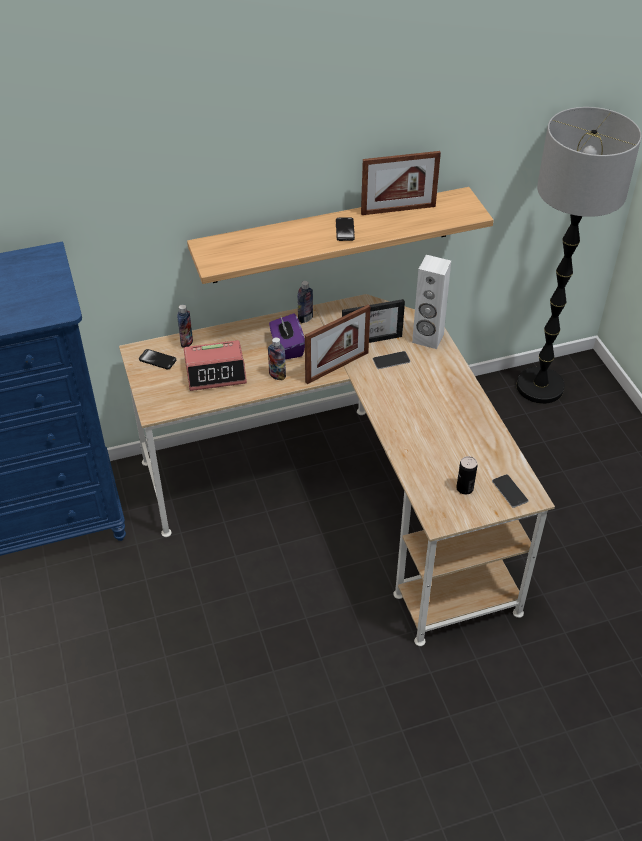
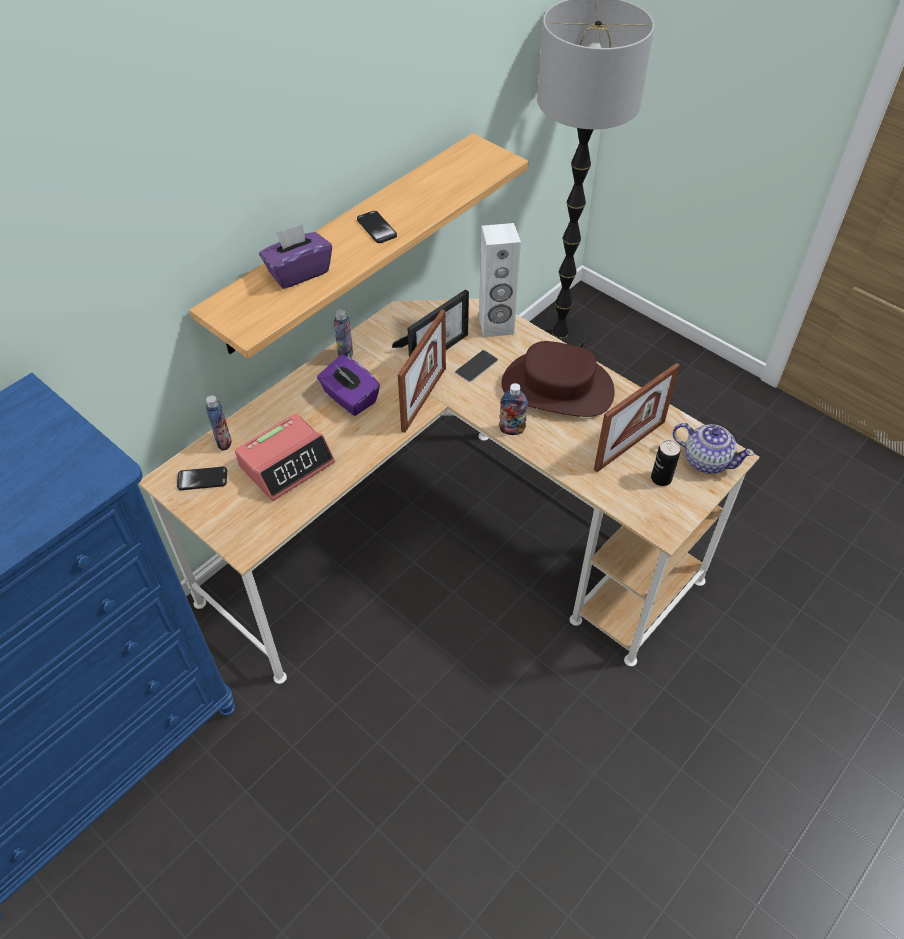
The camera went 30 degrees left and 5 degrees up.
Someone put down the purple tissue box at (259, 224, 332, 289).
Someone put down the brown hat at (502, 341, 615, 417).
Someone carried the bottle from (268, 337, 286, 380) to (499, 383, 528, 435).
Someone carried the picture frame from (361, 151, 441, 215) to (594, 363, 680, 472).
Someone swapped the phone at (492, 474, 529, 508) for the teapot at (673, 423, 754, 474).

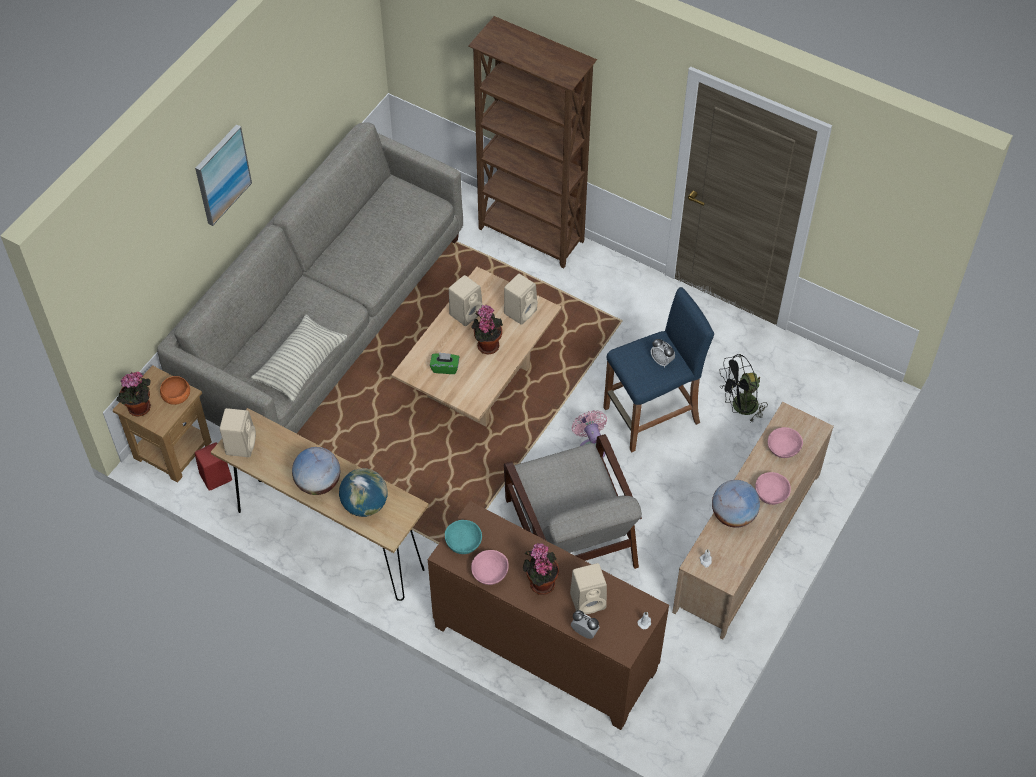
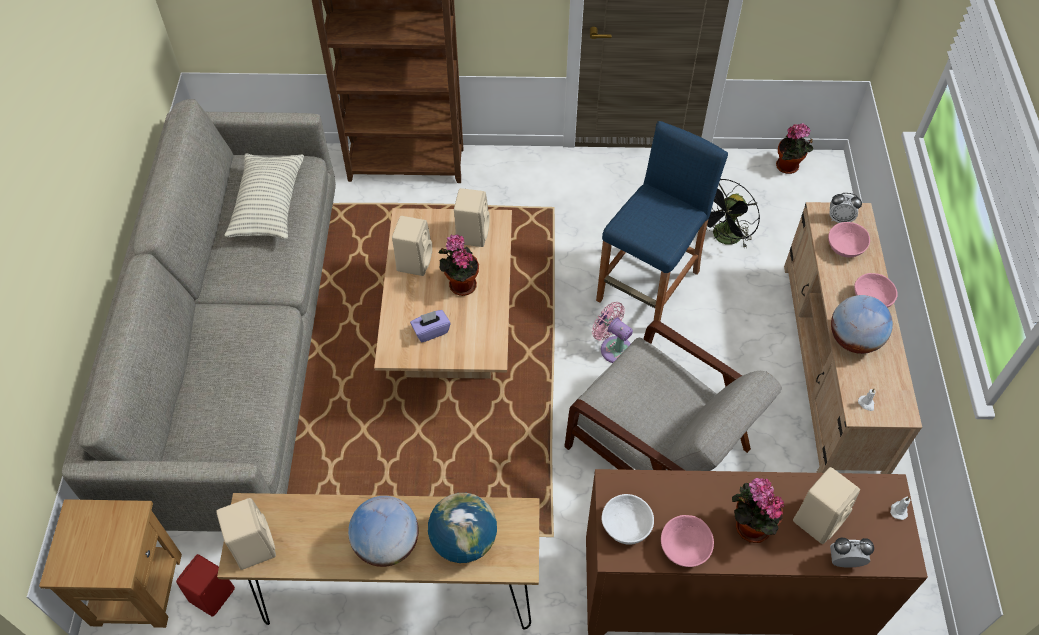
The camera went 30 degrees left and 0 degrees up.
Someone took away the orange bowl at (160, 376, 190, 405).
Someone took away the picture at (195, 124, 252, 226).
Someone carried the potted plant from (116, 372, 151, 417) to (776, 123, 813, 174).
Someone carried the pillow from (251, 315, 347, 402) to (224, 154, 304, 240).
Someone carried the alarm clock from (651, 339, 675, 367) to (829, 193, 862, 223).
Someone repainted the green tissue box at (430, 352, 459, 374), which became the purple tissue box at (410, 310, 451, 342).
Someone repainted the turquoise bowl at (445, 520, 482, 554), which became the white bowl at (601, 494, 654, 545).

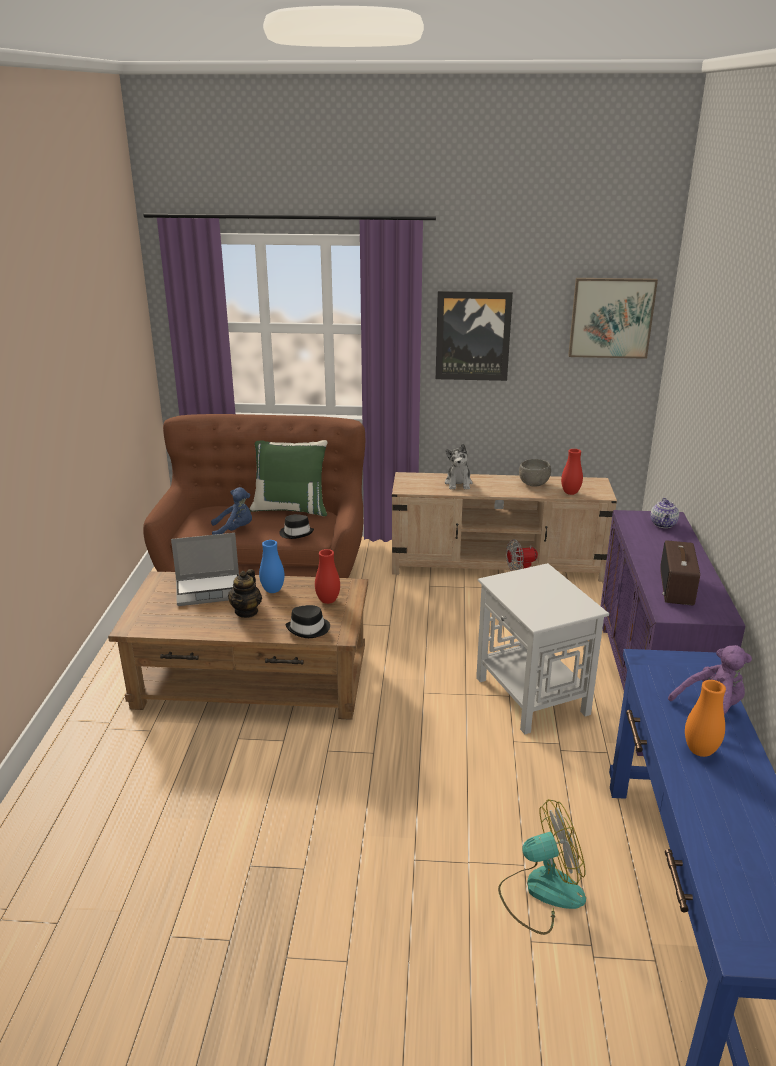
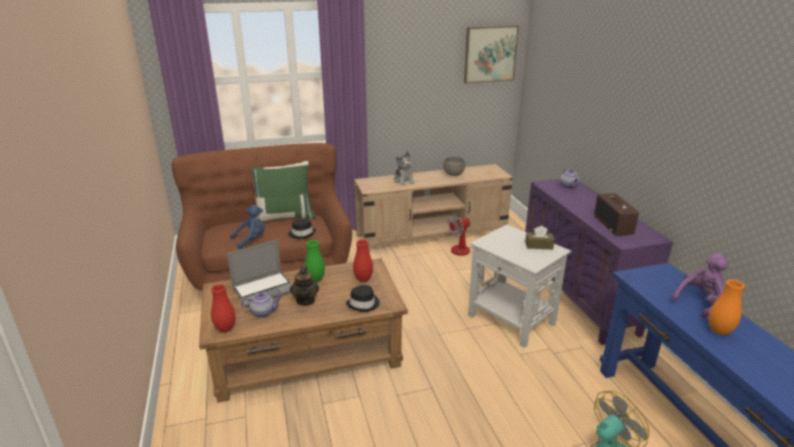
The camera went 20 degrees left and 0 degrees up.
Someone took away the picture at (436, 291, 513, 381).
Someone put down the teapot at (241, 292, 281, 318).
Someone put down the brown tissue box at (525, 226, 555, 249).
Someone carried the red vase from (561, 449, 583, 495) to (211, 284, 236, 332).
Someone repainted the blue vase at (259, 540, 284, 593), which became the green vase at (305, 240, 325, 282).

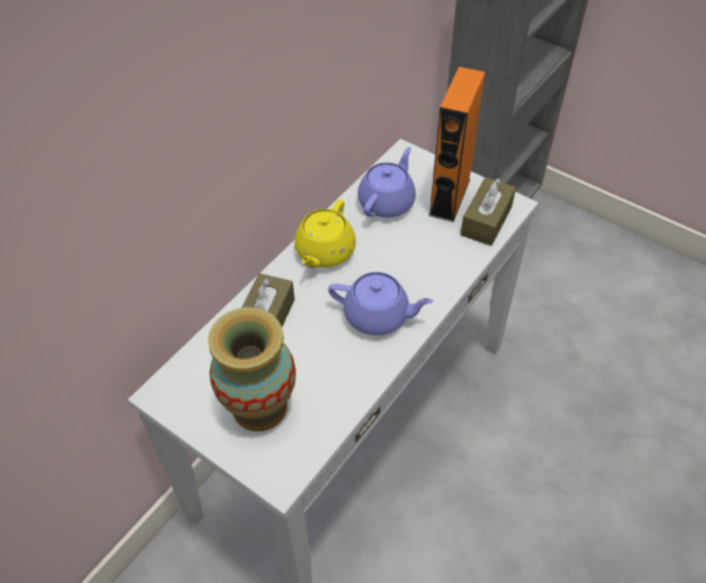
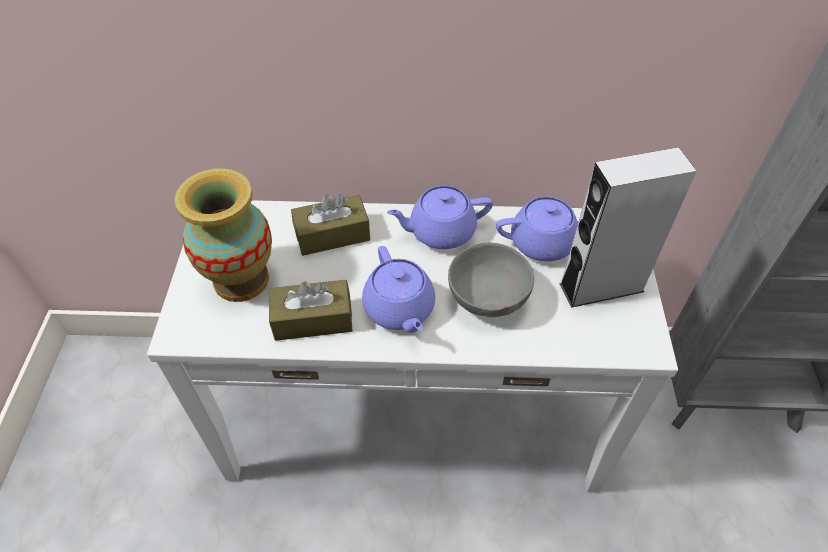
The camera went 55 degrees right and 0 degrees up.
Someone put down the grey bowl at (448, 243, 534, 317).
Someone carried the brown tissue box from (461, 177, 516, 246) to (269, 280, 353, 341).
Someone repainted the yellow teapot at (295, 200, 356, 268), which became the purple teapot at (387, 186, 493, 249).
Someone repainted the orange speaker at (429, 67, 485, 222), which became the grey speaker at (559, 147, 697, 308).

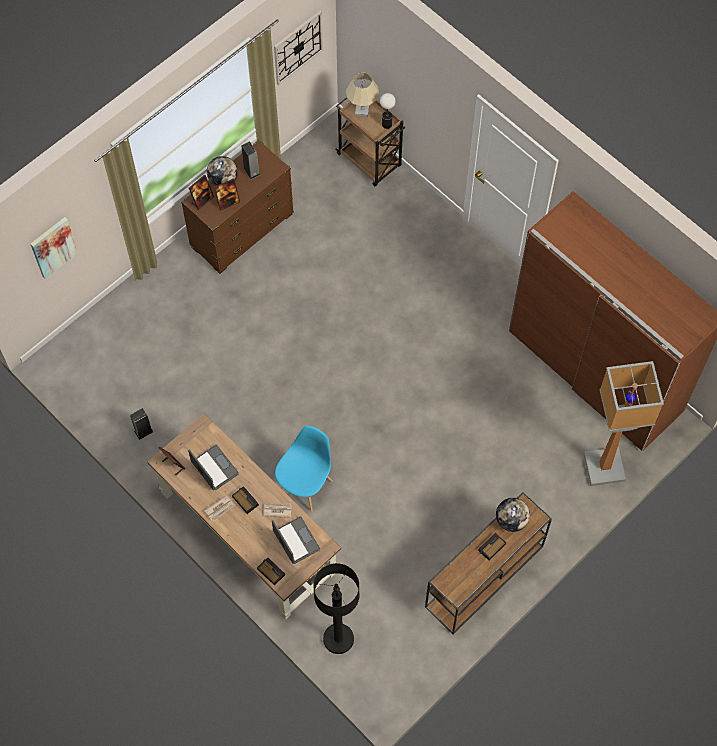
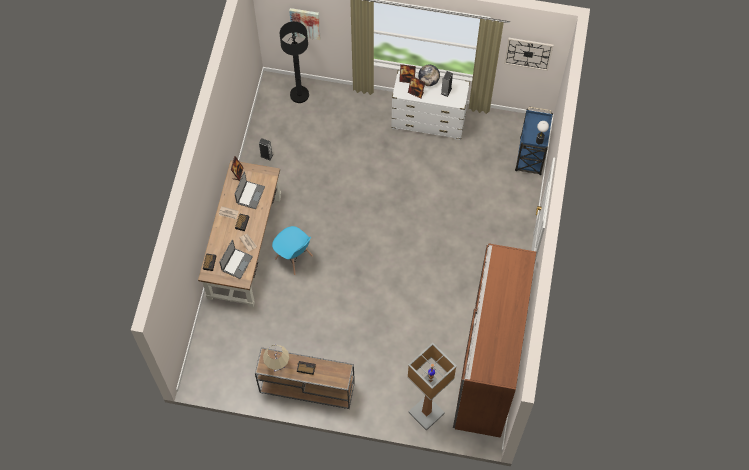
The camera went 55 degrees right and 0 degrees up.
Someone took away the globe at (496, 498, 530, 532).
Someone carried the black floor lamp from (313, 563, 359, 654) to (280, 21, 309, 103).
Someone carried the beige table lamp from (346, 73, 379, 116) to (263, 345, 289, 372).
Someone repainted the brown dresser at (181, 140, 294, 274), which became the white dresser at (391, 70, 470, 140).
Someone repainted the brown cart at (335, 97, 405, 186), which became the blue cart at (515, 107, 553, 175).
Someone rotated the blue chair at (275, 426, 333, 512) by 45 degrees clockwise.

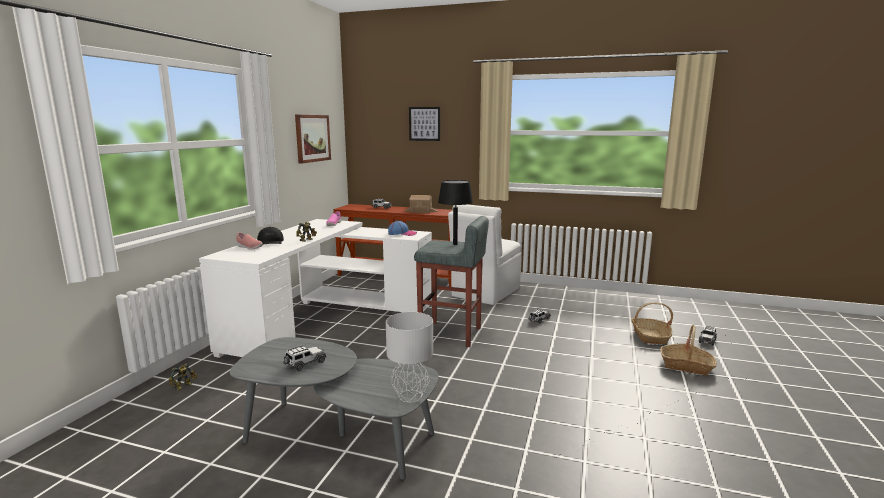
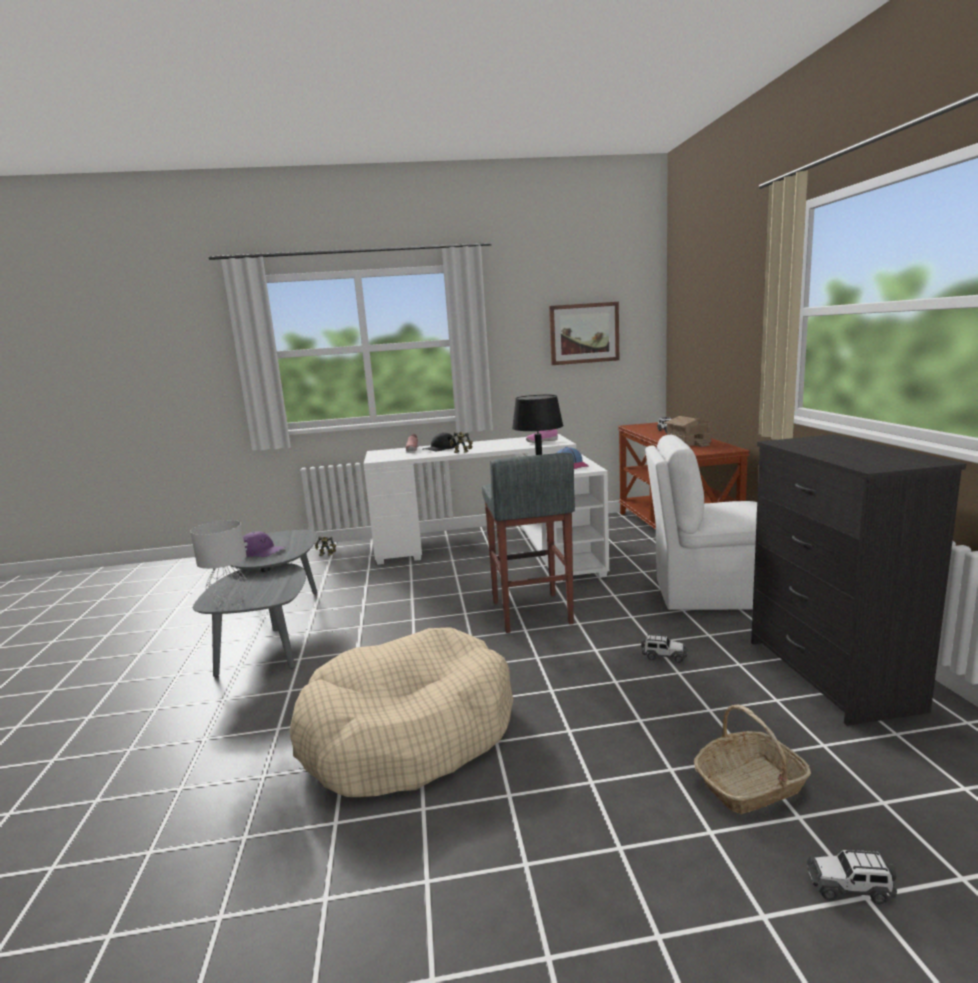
The camera went 65 degrees right and 0 degrees up.
Someone took away the picture at (409, 107, 440, 141).
Someone took away the basket at (660, 325, 717, 375).
Someone put down the beige dog bed at (290, 627, 513, 797).
Someone put down the black dresser at (751, 434, 966, 726).
Someone swapped the toy car at (283, 343, 326, 371) for the purple cap at (243, 531, 285, 557).

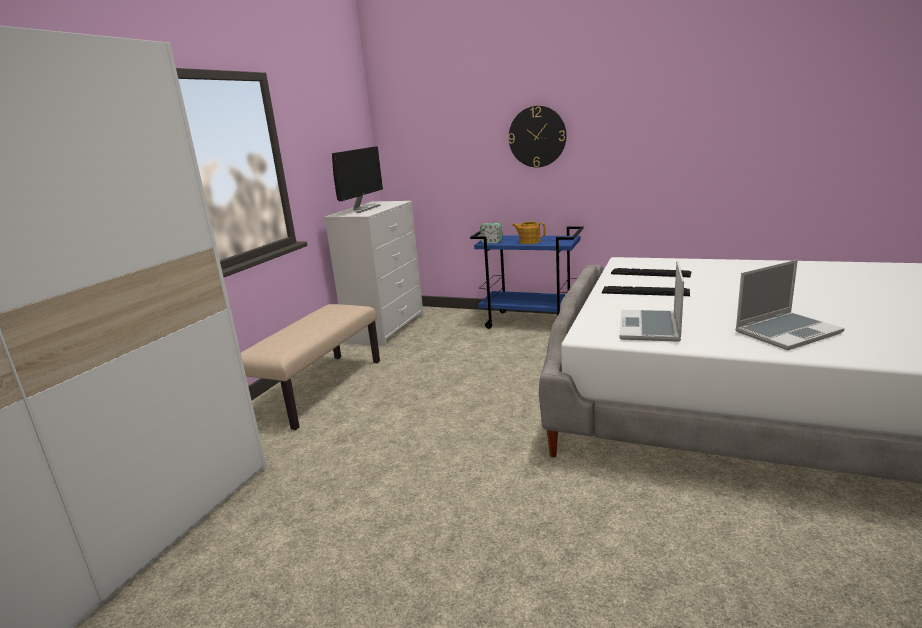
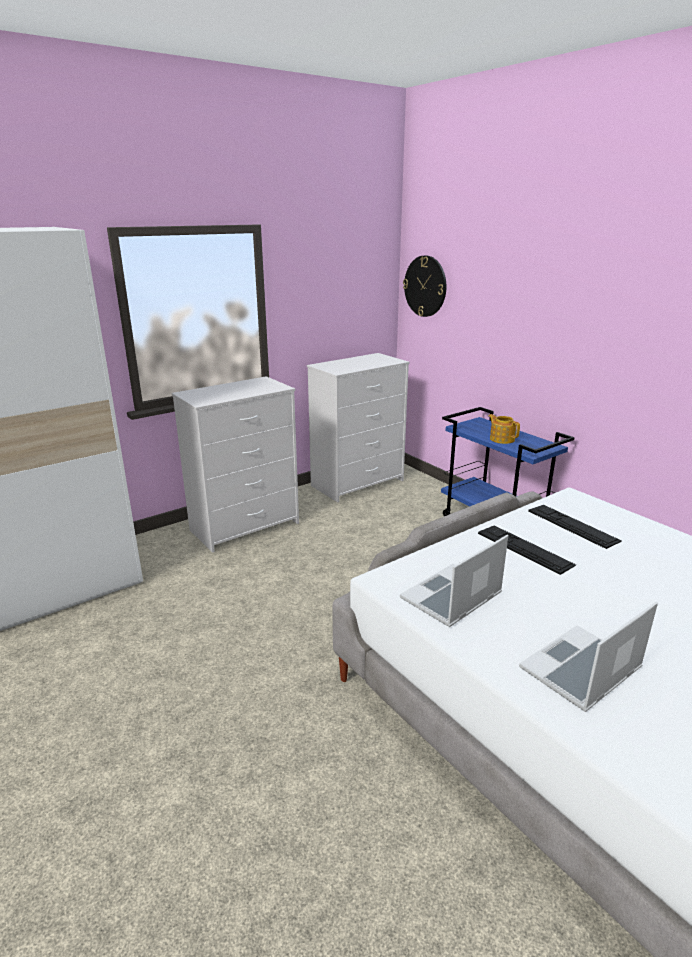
The camera went 30 degrees right and 5 degrees up.
Someone took away the monitor at (332, 146, 383, 213).
Someone took away the alarm clock at (480, 223, 502, 243).
Someone carried the wall clock from (508, 106, 567, 167) to (403, 255, 446, 317).
Someone swapped the beige bench at (241, 304, 380, 430) for the white dresser at (171, 376, 299, 553).
Someone rotated the laptop at (735, 260, 845, 350) by 135 degrees clockwise.

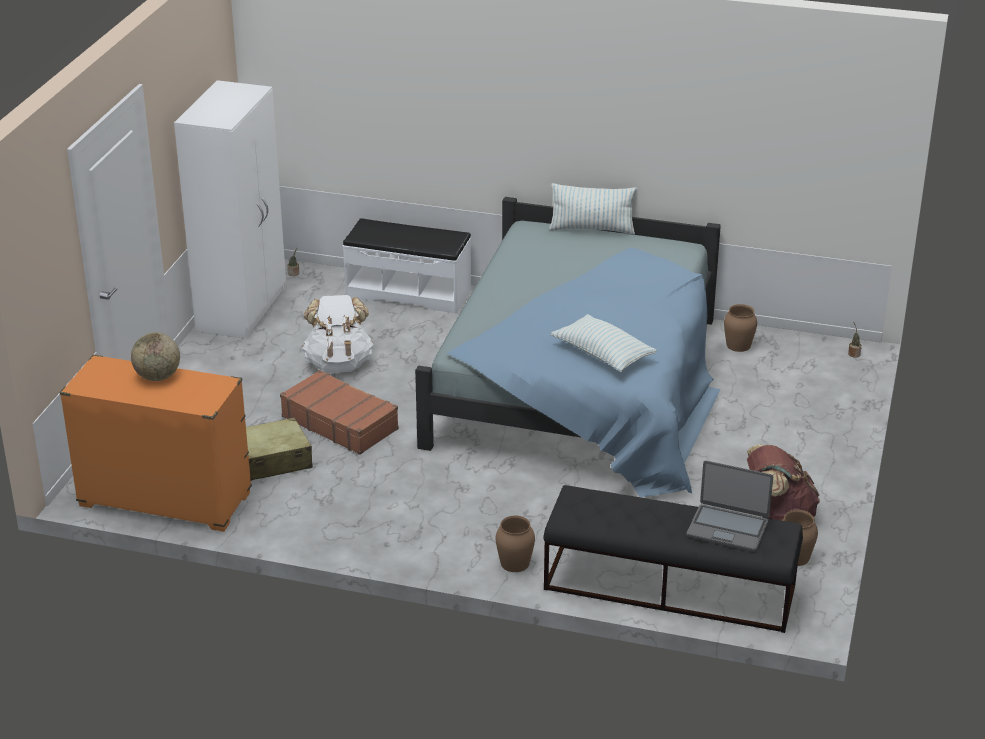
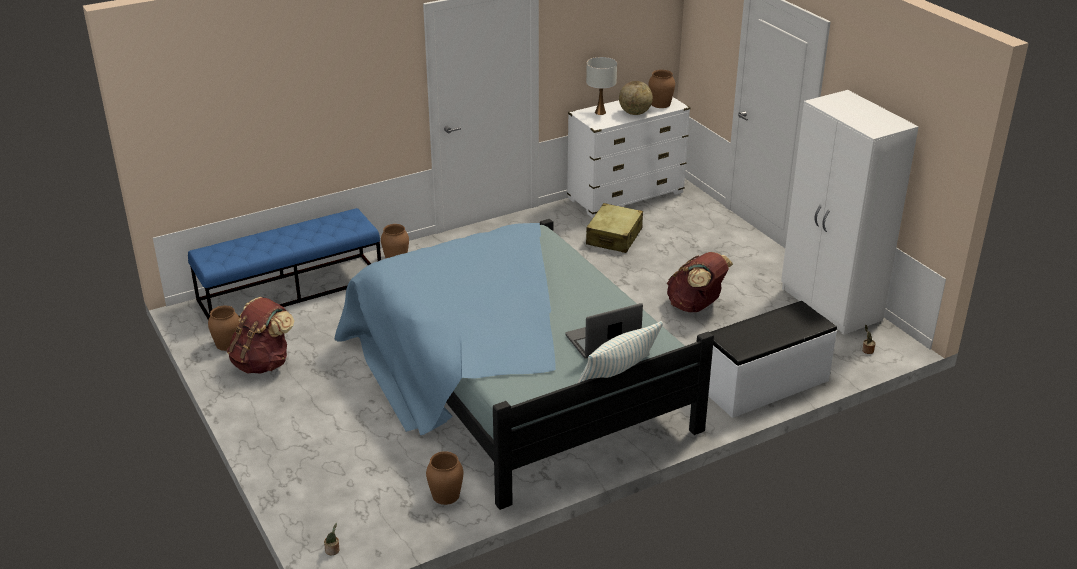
The camera went 135 degrees right and 0 degrees up.
Someone took away the brown suitcase at (280, 370, 399, 455).
Someone took away the pillow at (551, 314, 657, 372).
Someone put down the white table lamp at (586, 57, 617, 115).
Someone put down the brown vase at (648, 70, 675, 108).
Someone carried the laptop from (687, 460, 773, 552) to (565, 303, 643, 359).
Someone repainted the orange dresser at (59, 355, 252, 532), which became the white dresser at (567, 97, 691, 218).
Someone repainted the white backpack at (302, 295, 374, 373), which became the brown backpack at (667, 252, 733, 312).
Someone repainted the black bench at (543, 485, 803, 633), which became the blue bench at (188, 208, 381, 320).

